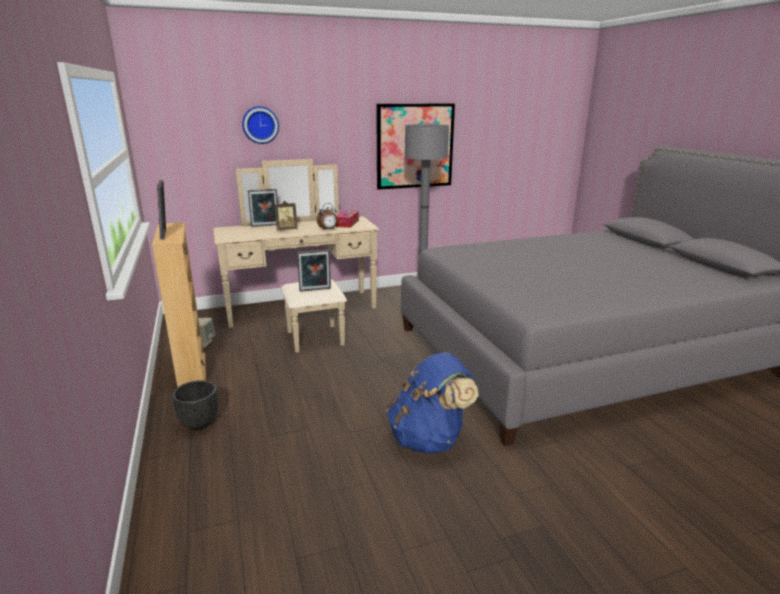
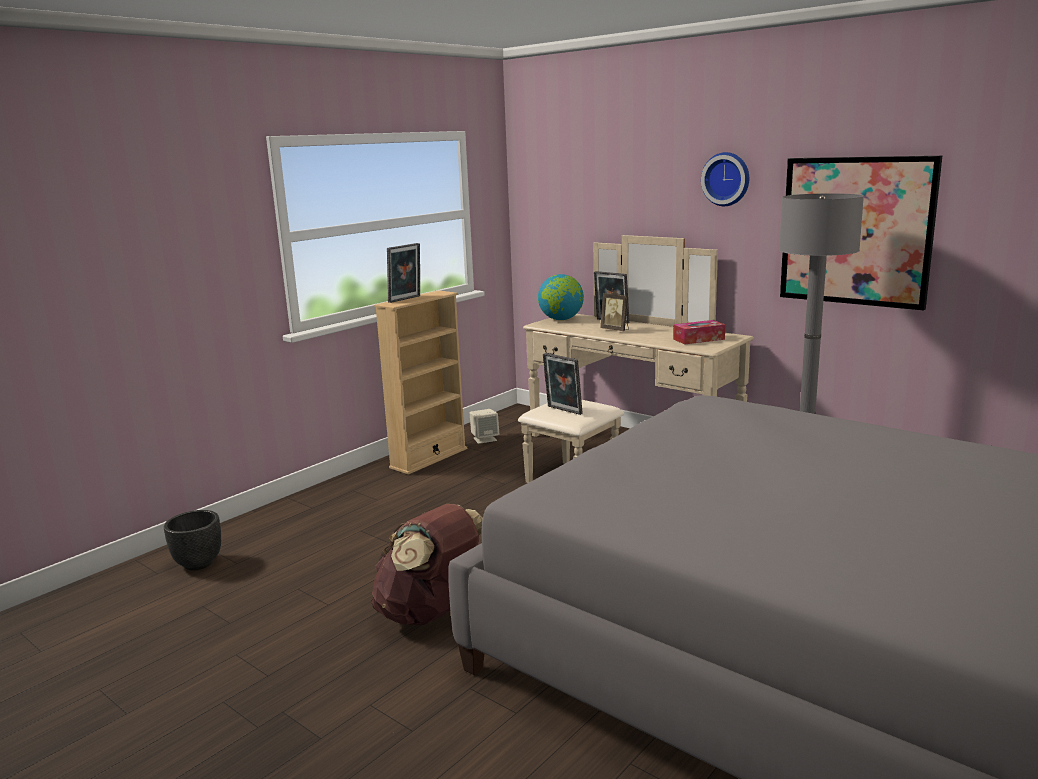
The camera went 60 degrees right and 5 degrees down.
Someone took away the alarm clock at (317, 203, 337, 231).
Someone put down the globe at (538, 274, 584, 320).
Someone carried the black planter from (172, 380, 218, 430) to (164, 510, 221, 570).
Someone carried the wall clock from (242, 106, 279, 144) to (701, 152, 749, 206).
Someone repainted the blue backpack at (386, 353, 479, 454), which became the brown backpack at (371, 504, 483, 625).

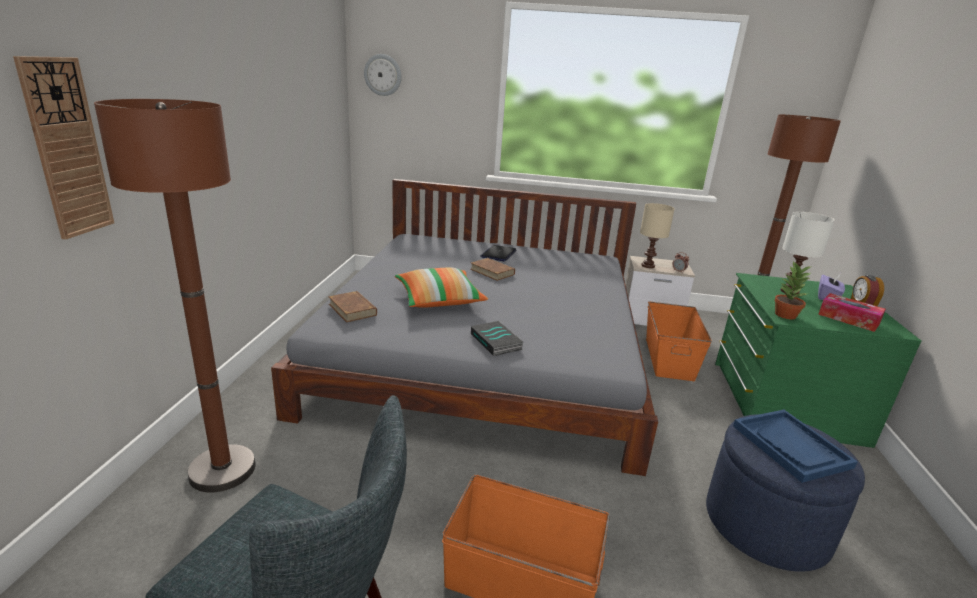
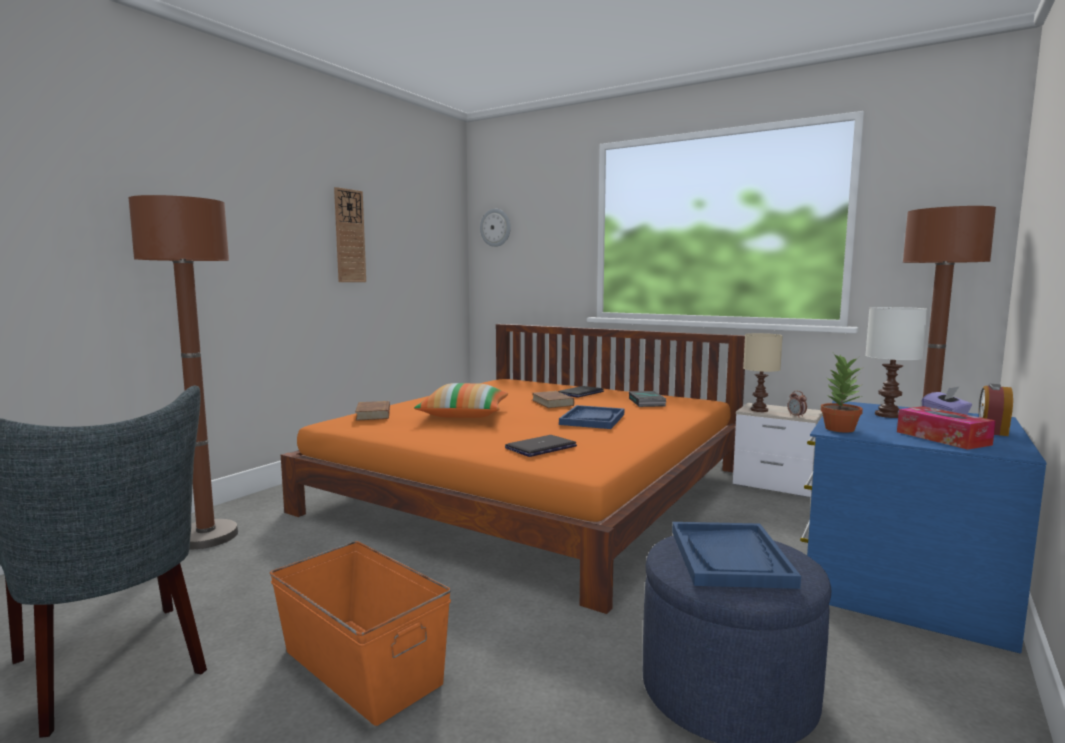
The camera went 25 degrees right and 15 degrees down.
Someone took away the orange storage box at (646, 302, 712, 381).
Someone put down the laptop at (505, 435, 577, 457).
Someone put down the blue tray at (559, 405, 624, 429).
Someone carried the wall clock from (13, 56, 114, 240) to (334, 187, 366, 282).
Someone carried the book from (471, 321, 523, 356) to (629, 391, 666, 407).
Someone repainted the grey bed at (271, 179, 658, 476), which became the orange bed at (281, 324, 745, 614).
Someone repainted the green dresser at (715, 273, 922, 448), which became the blue dresser at (800, 400, 1047, 653).

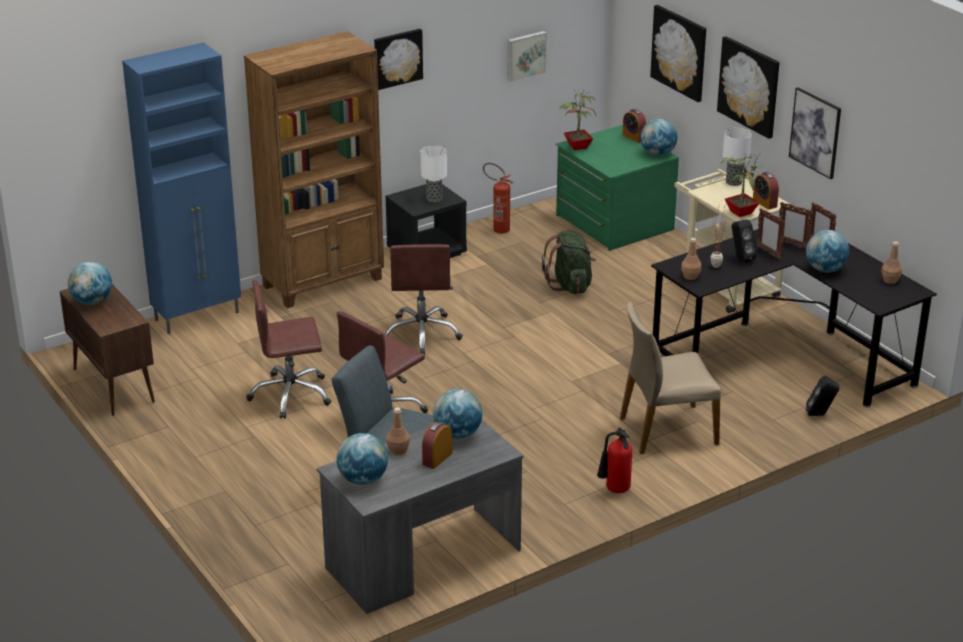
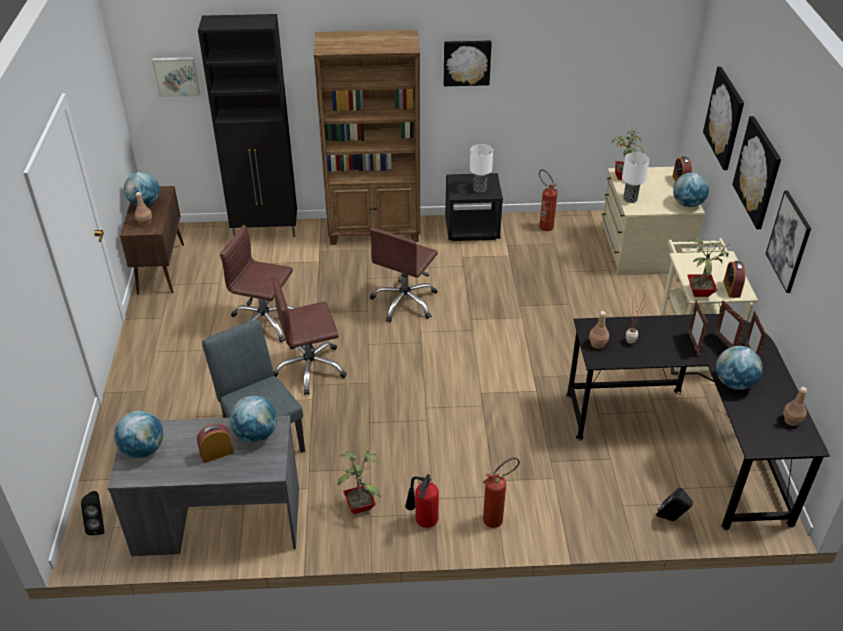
The camera went 30 degrees right and 10 degrees up.
Someone took away the green backpack at (542, 230, 596, 294).
Someone took away the beige chair at (620, 302, 721, 454).
Someone put down the potted plant at (338, 451, 381, 514).
Someone put down the fire extinguisher at (483, 457, 520, 528).
Someone carried the brown bottle from (386, 407, 410, 455) to (135, 192, 152, 226).
Someone carried the picture from (507, 31, 547, 82) to (152, 57, 200, 97).
Someone carried the table lamp from (722, 128, 752, 186) to (622, 152, 650, 203).
Someone carried the black speaker from (732, 219, 758, 263) to (81, 491, 104, 535).
Someone repainted the blue cabinet at (122, 42, 241, 334), which became the black cabinet at (198, 14, 297, 237).
Someone repainted the green dresser at (555, 125, 679, 251), which became the beige dresser at (601, 167, 705, 276).

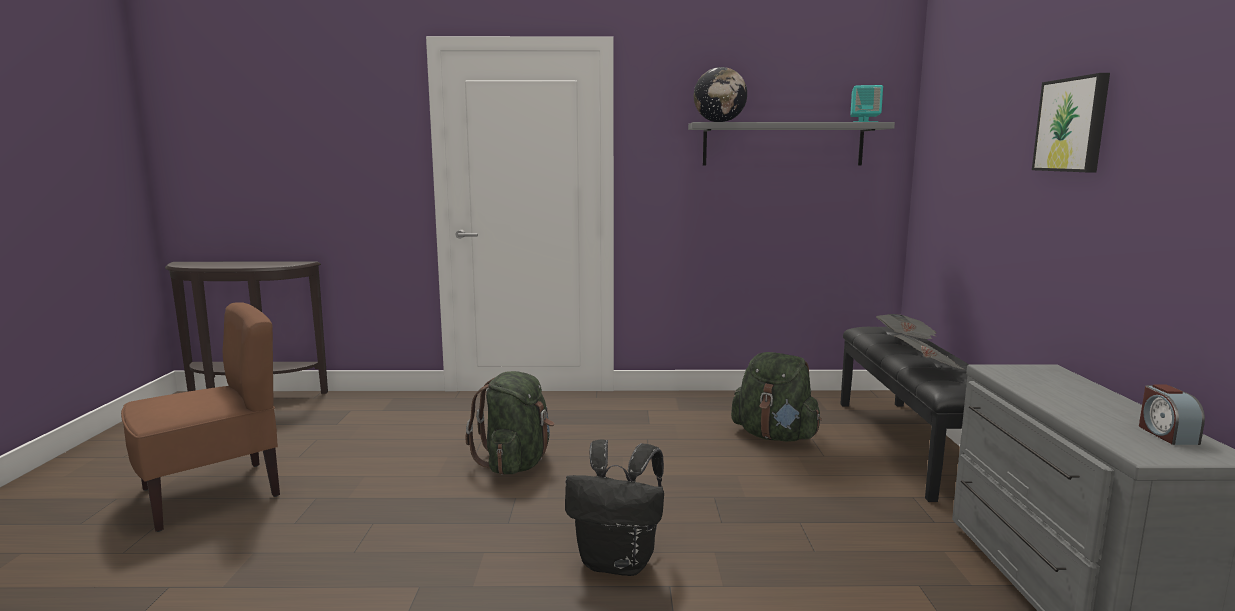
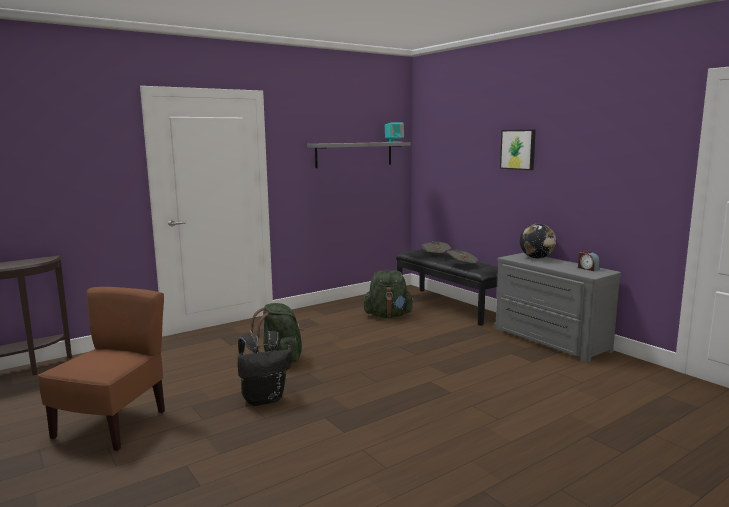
The camera went 35 degrees left and 0 degrees up.
Someone carried the black backpack from (565, 440, 664, 576) to (237, 331, 292, 406).
Someone carried the globe from (694, 67, 747, 122) to (520, 224, 556, 258).

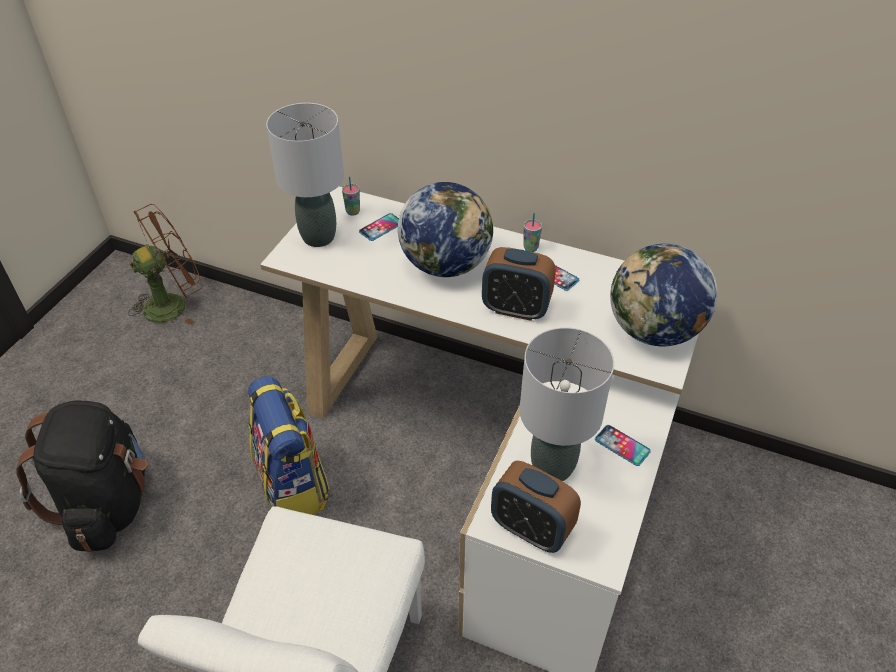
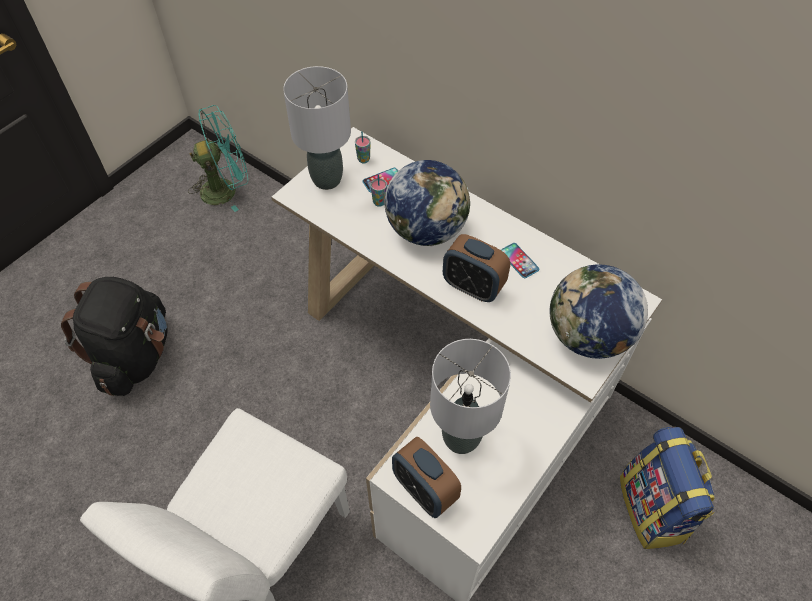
The camera went 15 degrees right and 10 degrees up.
Someone took away the phone at (595, 425, 651, 466).
Someone carried the backpack from (248, 376, 330, 515) to (620, 427, 714, 549).
Someone carried the cup from (524, 213, 542, 252) to (371, 175, 387, 207).
Someone repainted the brown fan at (128, 204, 202, 325), which became the turquoise fan at (188, 105, 248, 212).

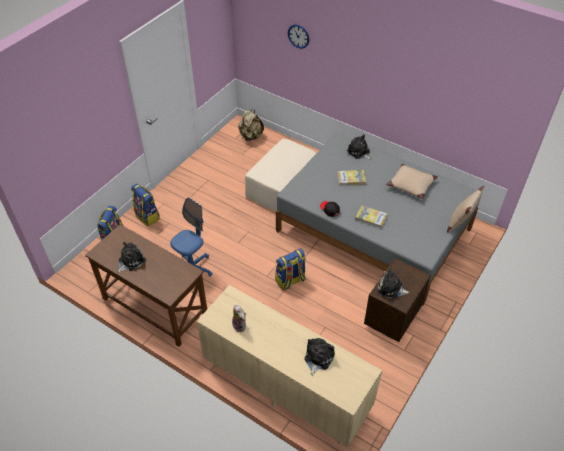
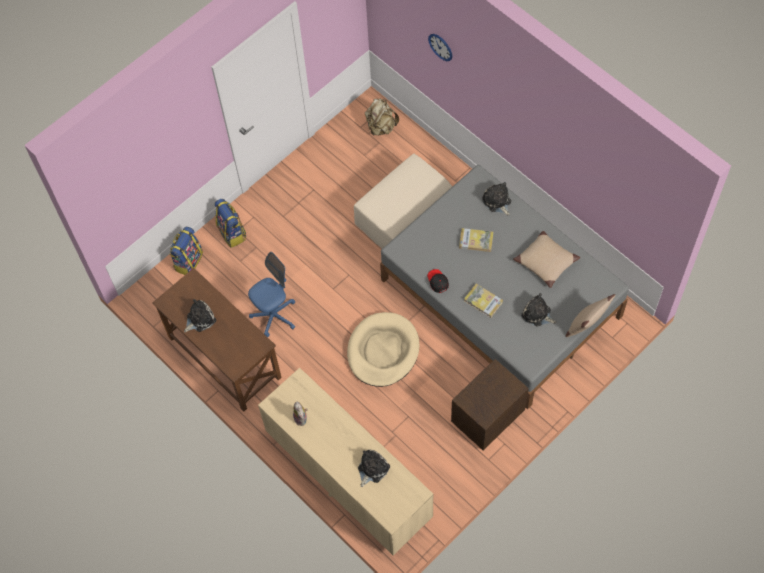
The camera went 15 degrees right and 15 degrees up.
Someone carried the plush toy from (377, 267, 410, 299) to (521, 293, 556, 326).
Someone swapped the backpack at (275, 248, 306, 290) for the beige dog bed at (347, 312, 420, 387).

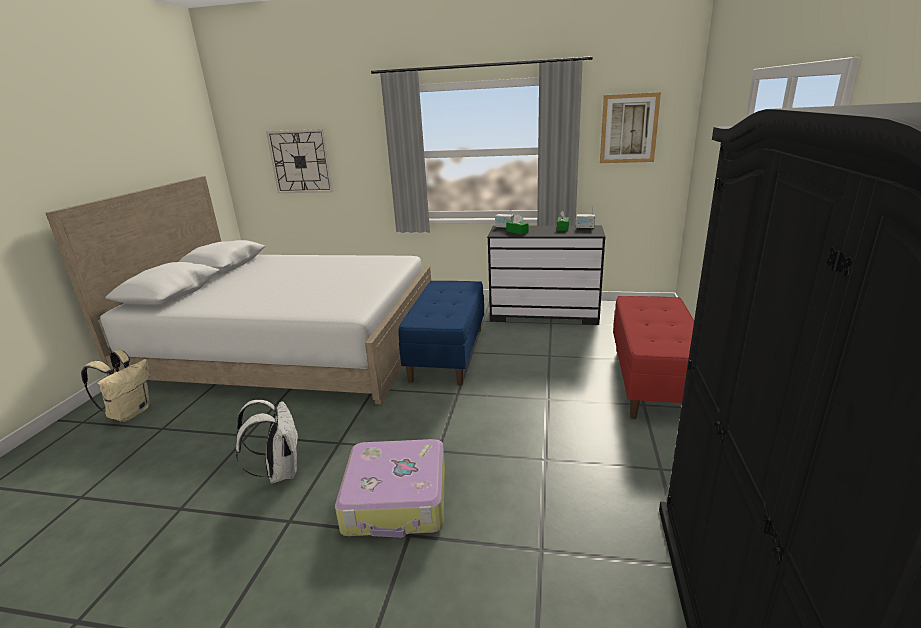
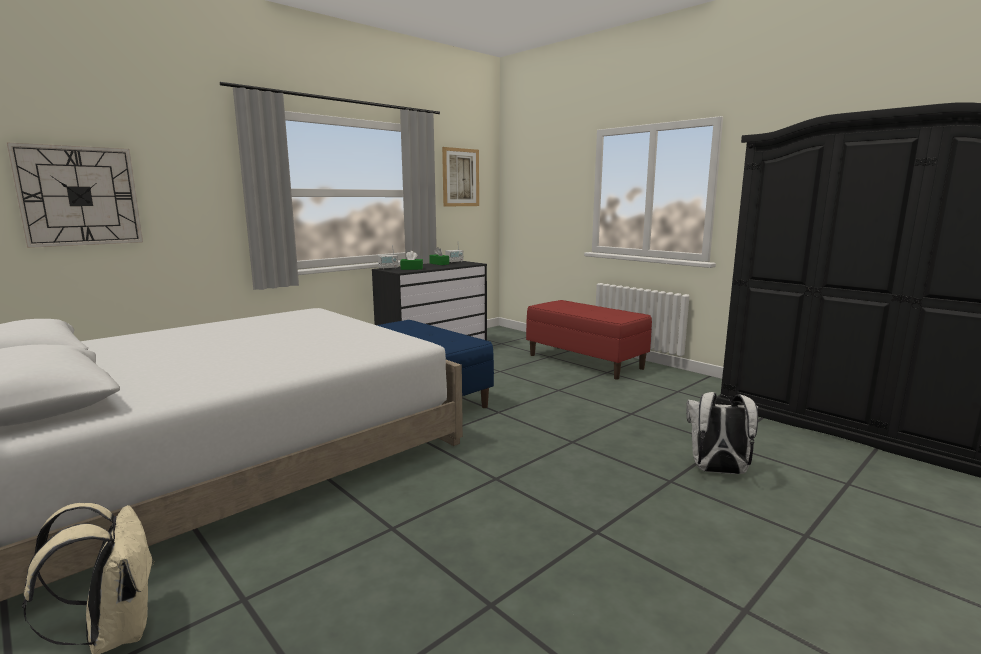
The camera went 55 degrees left and 10 degrees down.
Someone took away the suitcase at (335, 439, 445, 537).
Someone carried the white backpack from (236, 400, 299, 483) to (686, 392, 758, 474).

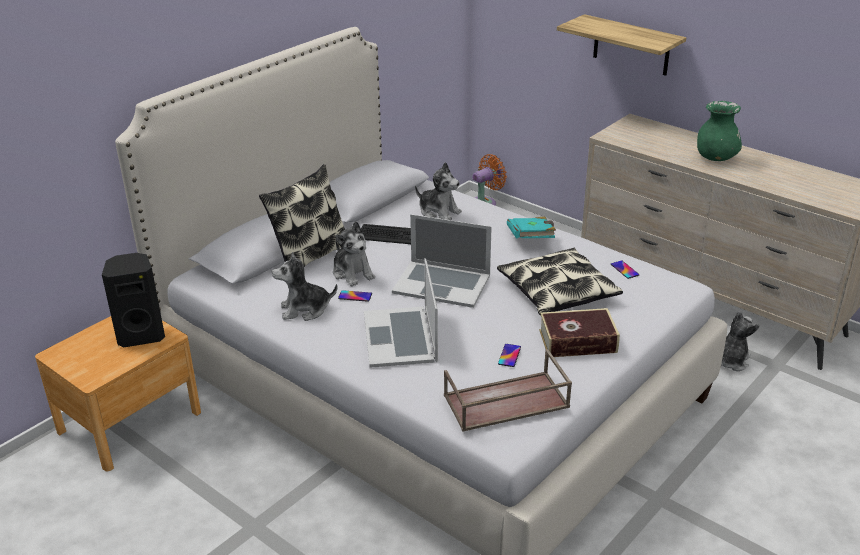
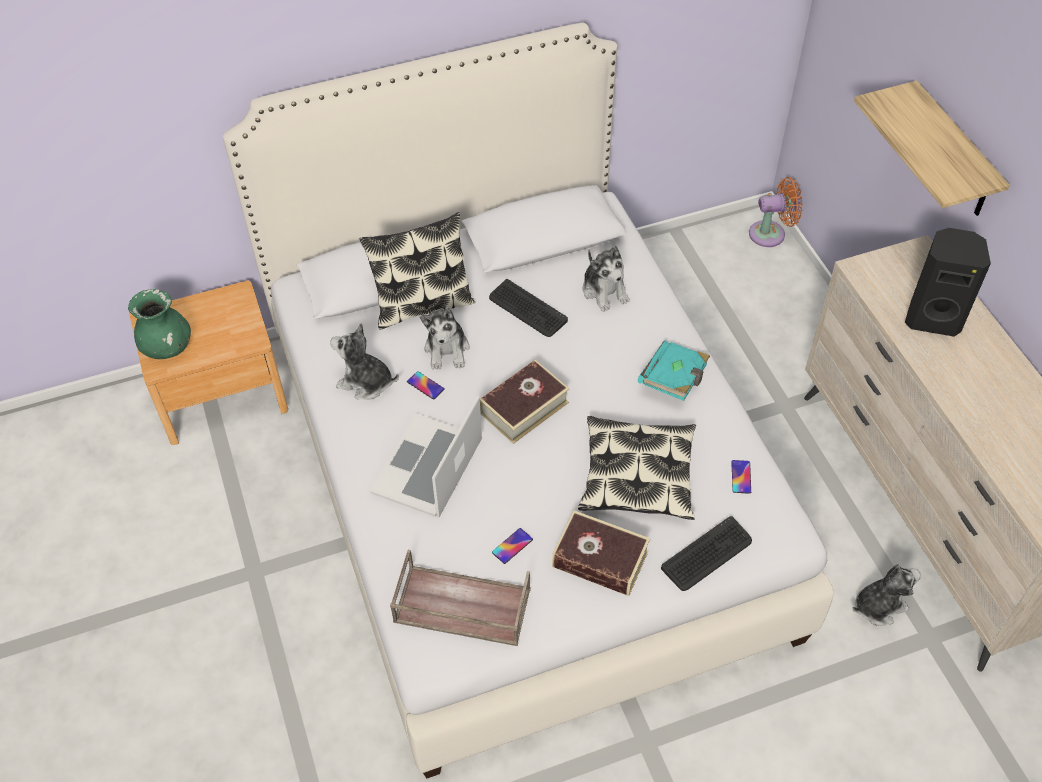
The camera went 30 degrees right and 20 degrees up.
Someone put down the keyboard at (661, 516, 752, 591).
Someone carried the black speaker from (102, 253, 165, 348) to (905, 228, 991, 337).
Someone carried the green vase from (697, 101, 742, 161) to (128, 289, 191, 359).
Someone swapped the laptop at (392, 214, 492, 308) for the book at (480, 360, 569, 444).

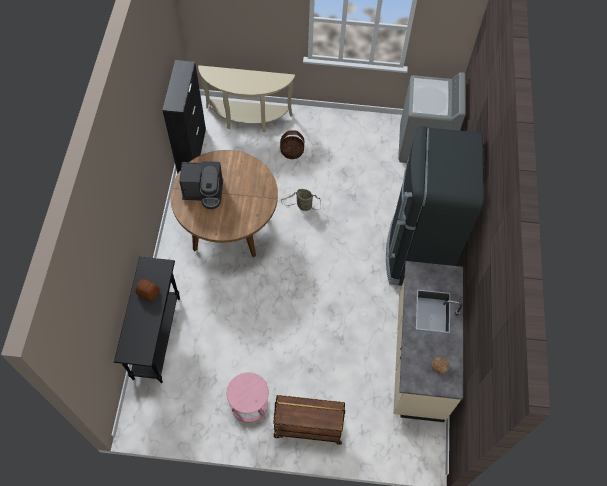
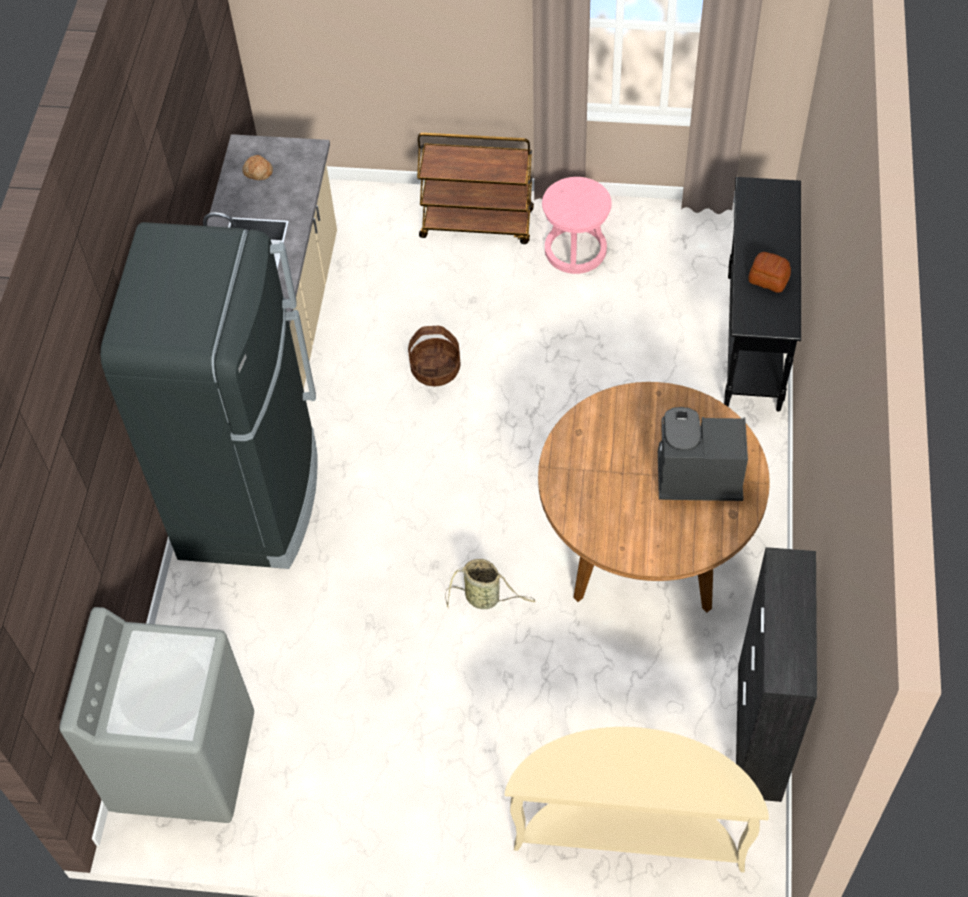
The camera went 175 degrees left and 5 degrees down.
Someone carried the basket from (280, 131, 304, 159) to (408, 326, 461, 386).

